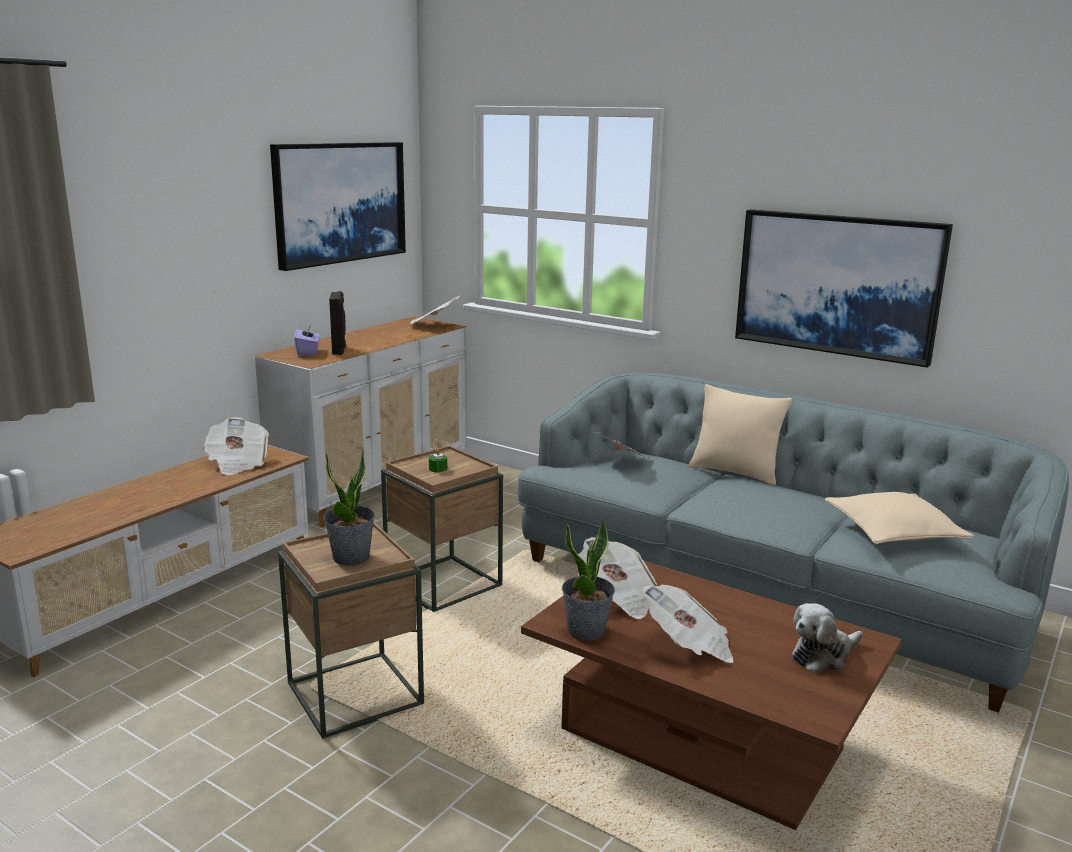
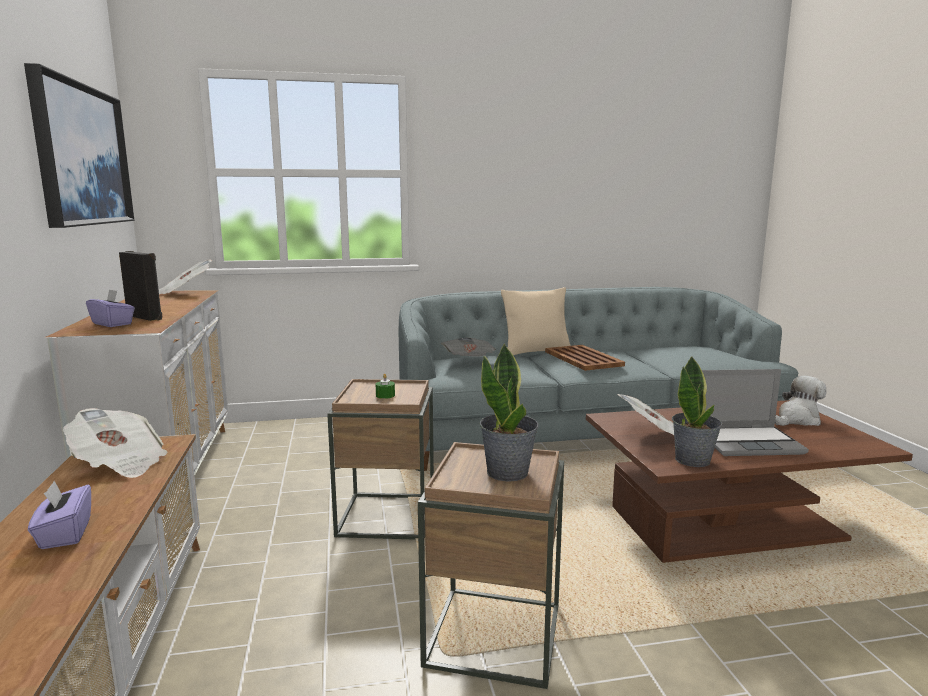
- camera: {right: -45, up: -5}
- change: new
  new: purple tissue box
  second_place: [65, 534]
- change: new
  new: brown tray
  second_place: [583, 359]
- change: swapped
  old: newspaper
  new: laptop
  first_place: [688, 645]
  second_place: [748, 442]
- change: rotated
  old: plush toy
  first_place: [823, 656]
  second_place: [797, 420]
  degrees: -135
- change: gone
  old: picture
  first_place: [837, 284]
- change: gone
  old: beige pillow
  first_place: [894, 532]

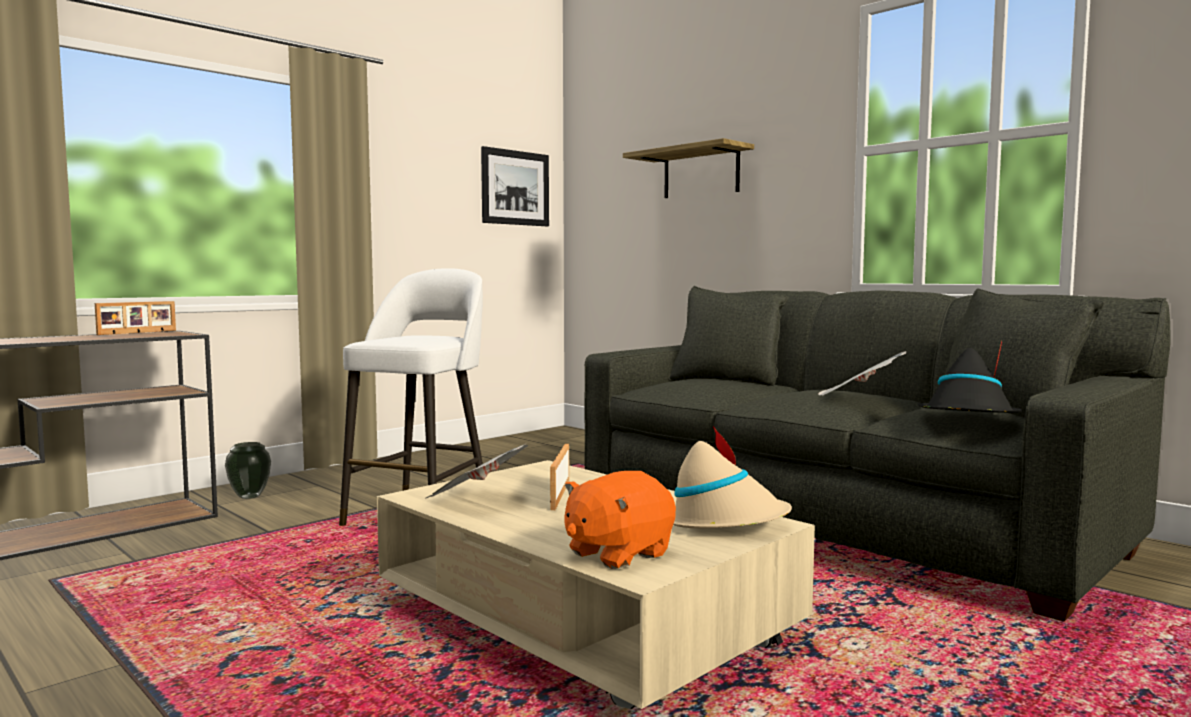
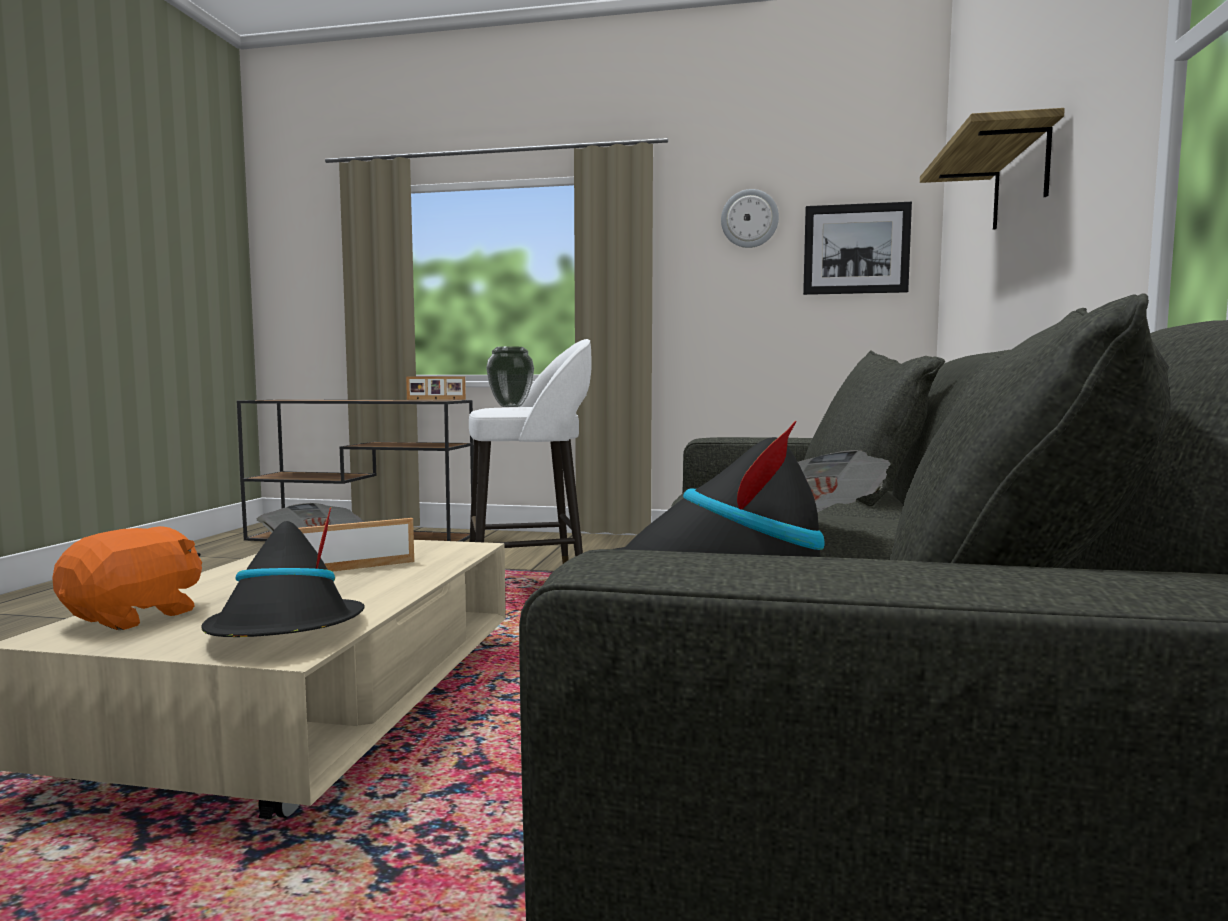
- camera: {right: 55, up: 0}
- change: rotated
  old: orange plush toy
  first_place: [617, 553]
  second_place: [135, 616]
  degrees: 105
- change: repainted
  old: beige hat
  new: black hat
  first_place: [724, 522]
  second_place: [286, 631]
- change: shifted
  old: vase
  first_place: [249, 496]
  second_place: [511, 406]
- change: new
  new: wall clock
  second_place: [749, 219]

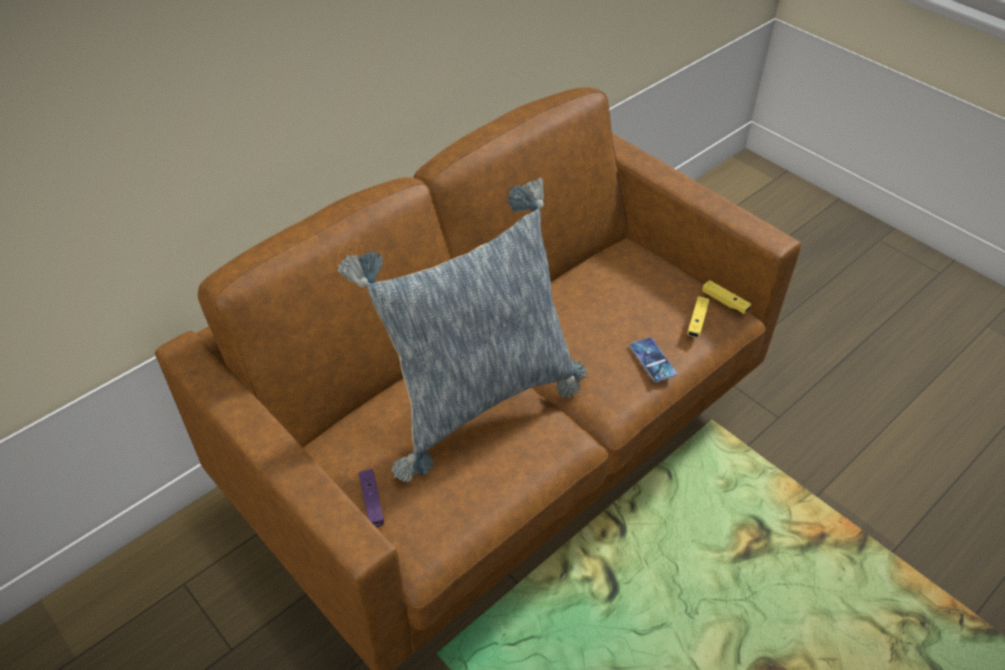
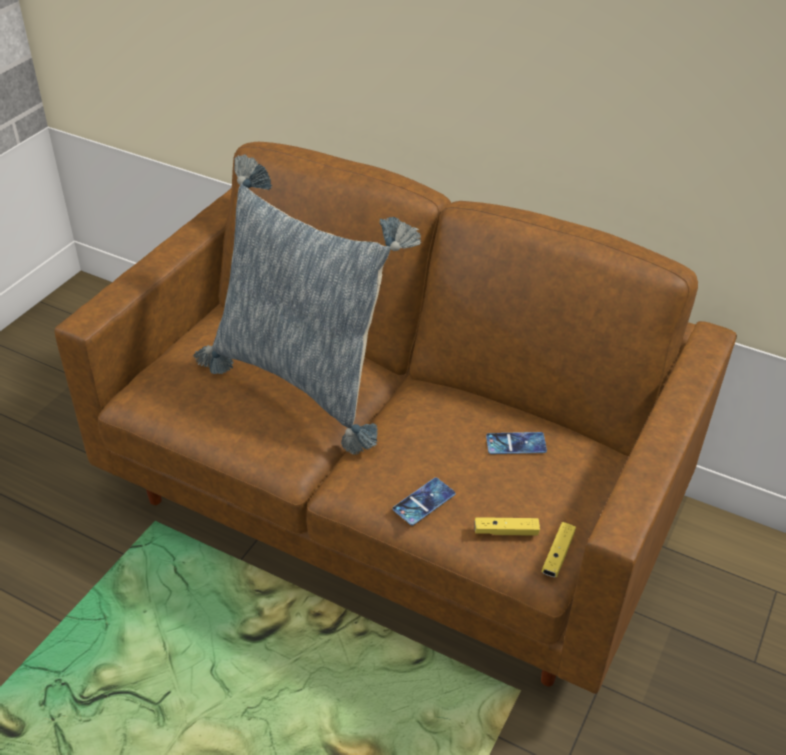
- camera: {right: 70, up: -5}
- change: new
  new: phone
  second_place: [516, 444]
- change: gone
  old: purple game controller
  first_place: [372, 502]

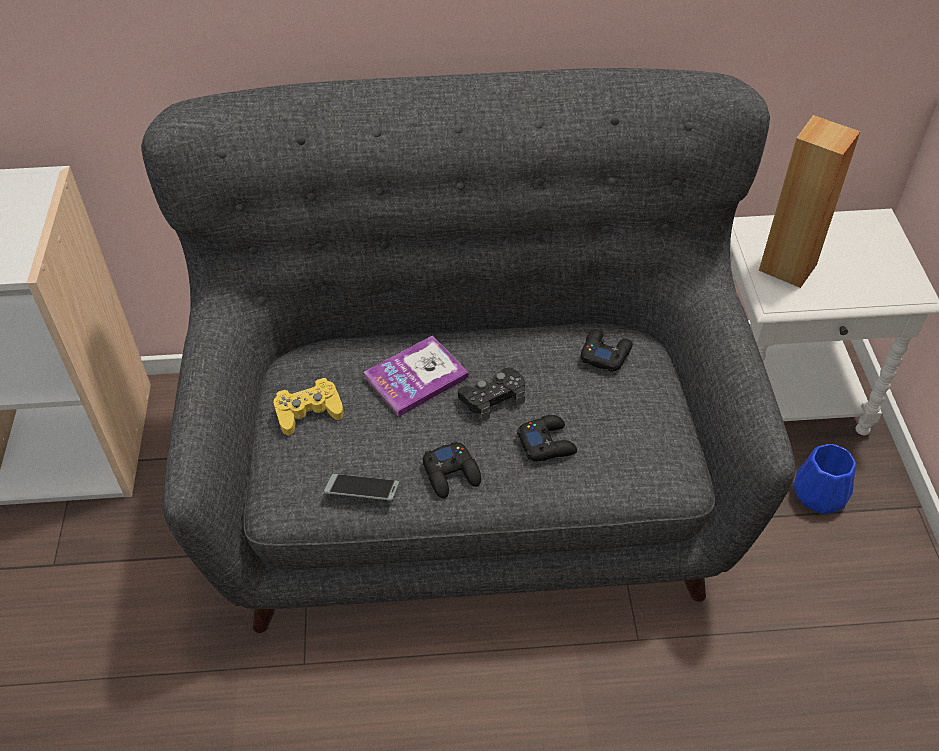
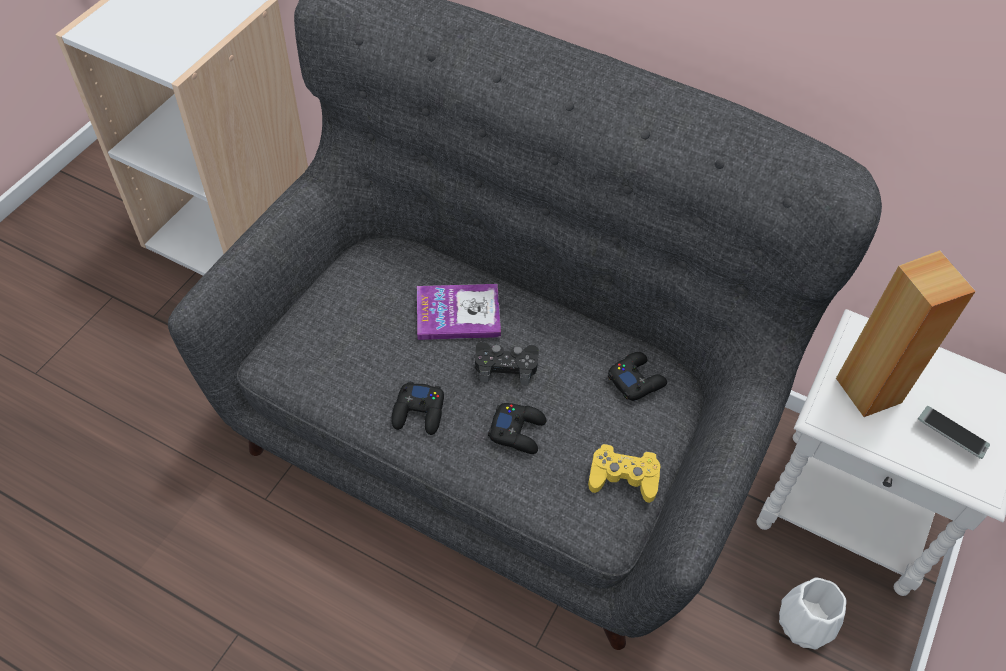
- camera: {right: 30, up: 5}
- change: shifted
  old: yellow game controller
  first_place: [308, 411]
  second_place: [623, 477]
- change: repainted
  old: blue vase
  new: white vase
  first_place: [820, 496]
  second_place: [805, 625]
- change: shifted
  old: phone
  first_place: [362, 491]
  second_place: [950, 436]

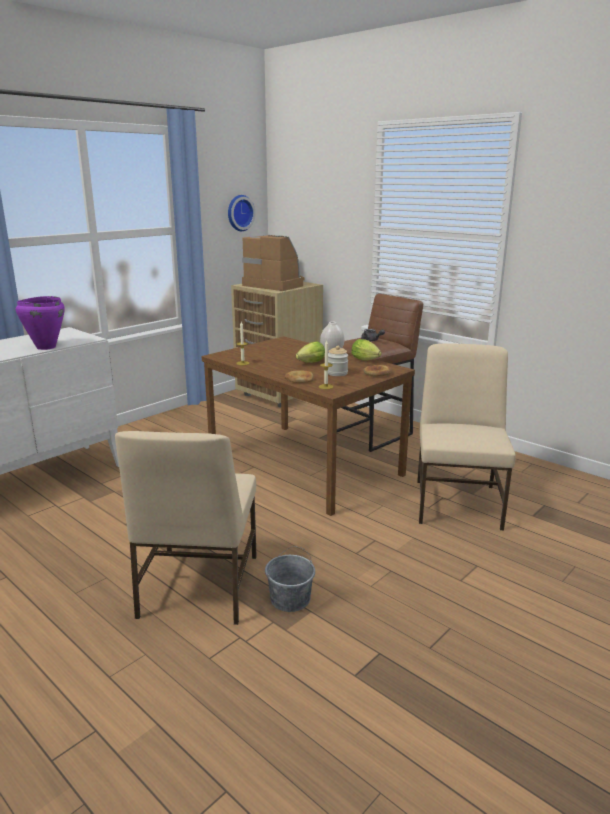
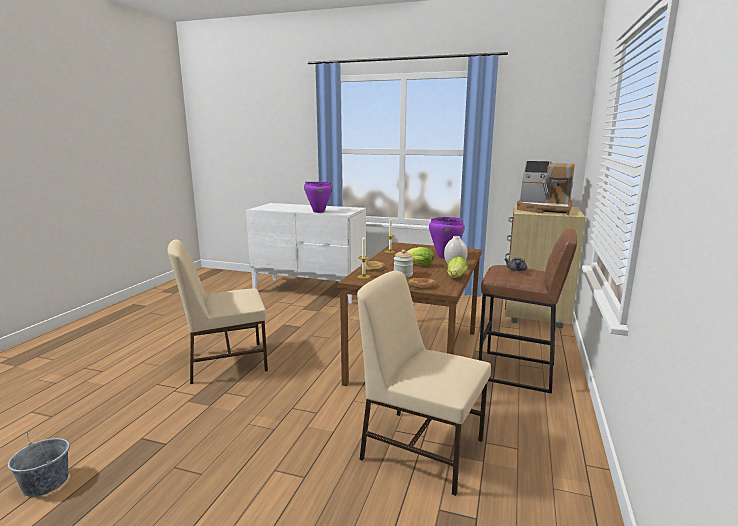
- camera: {right: 65, up: -5}
- change: shifted
  old: grey bucket
  first_place: [290, 599]
  second_place: [46, 483]
- change: rotated
  old: beige chair
  first_place: [458, 503]
  second_place: [421, 447]
  degrees: -135
- change: new
  new: purple cooking pot
  second_place: [444, 257]
- change: rotated
  old: coffee machine
  first_place: [275, 285]
  second_place: [544, 210]
  degrees: 105
- change: gone
  old: wall clock
  first_place: [239, 213]

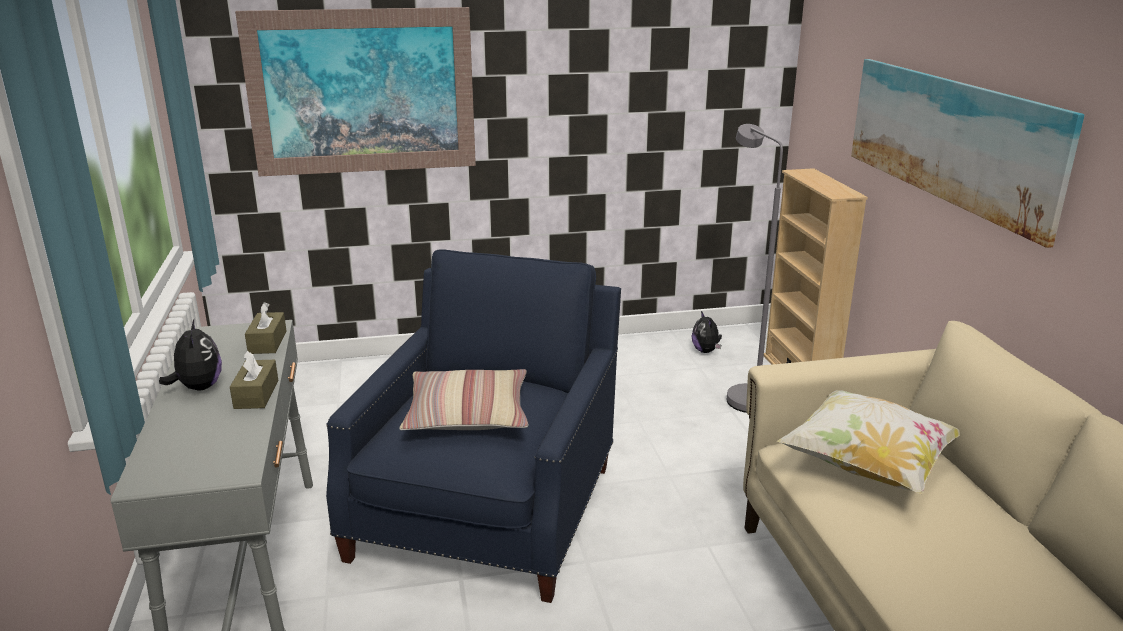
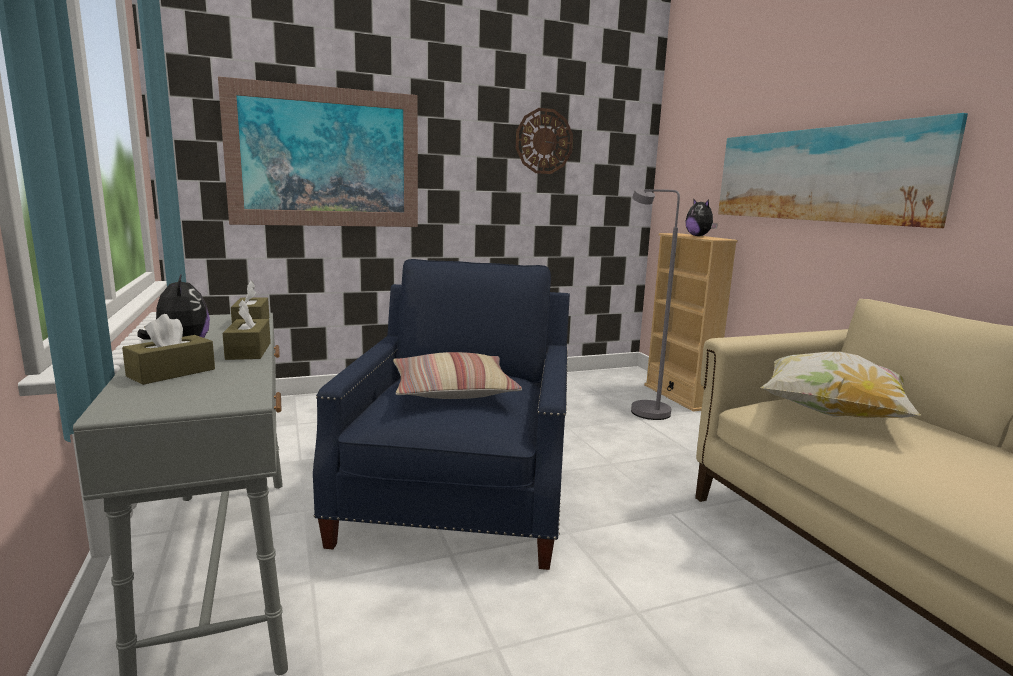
- camera: {right: -10, up: -10}
- change: new
  new: brown tissue box
  second_place: [171, 373]
- change: new
  new: wall clock
  second_place: [544, 141]
- change: shifted
  old: plush toy
  first_place: [706, 351]
  second_place: [699, 236]

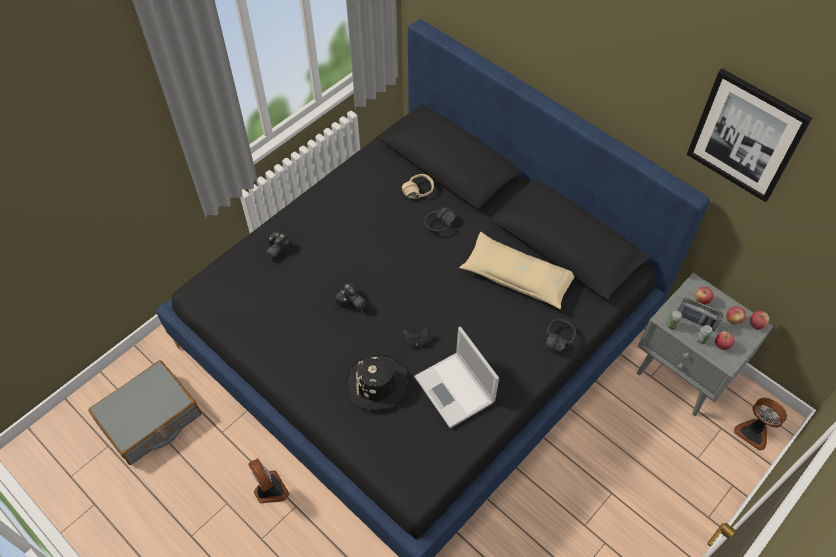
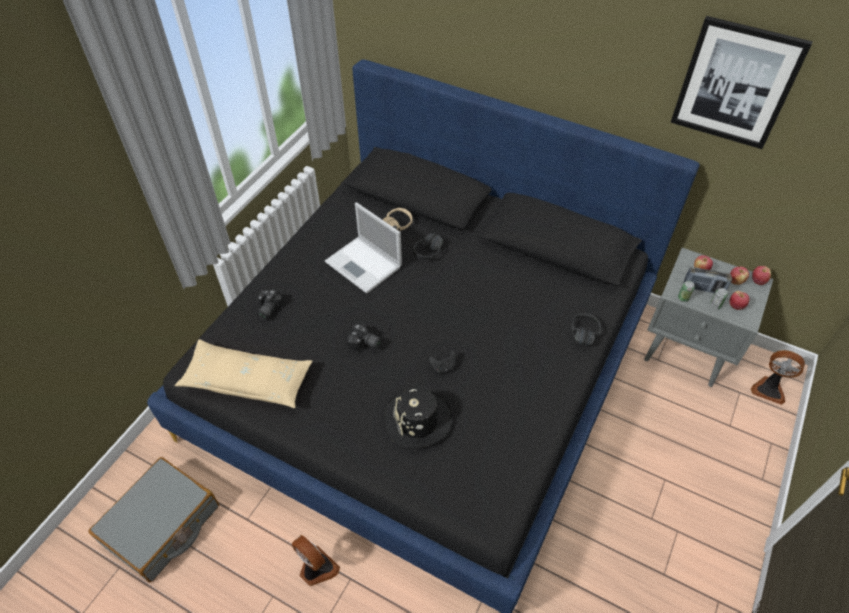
- camera: {right: -15, up: -5}
- change: shifted
  old: beige pillow
  first_place: [517, 277]
  second_place: [247, 381]
- change: shifted
  old: laptop
  first_place: [455, 390]
  second_place: [364, 265]

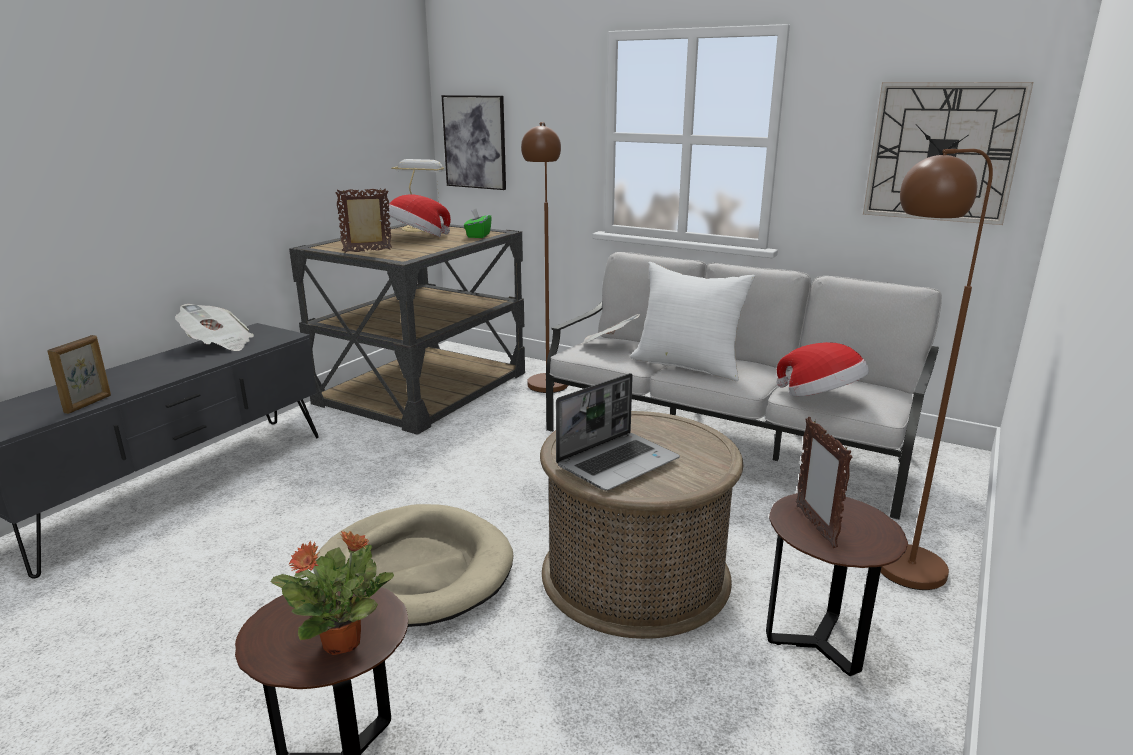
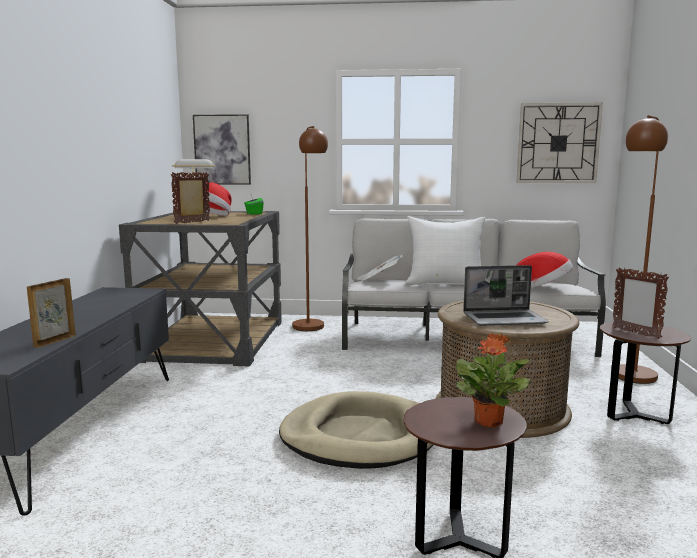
- camera: {right: -25, up: -10}
- change: rotated
  old: picture frame
  first_place: [89, 404]
  second_place: [54, 341]
  degrees: -150
- change: rotated
  old: laptop
  first_place: [618, 462]
  second_place: [505, 319]
  degrees: 60
- change: gone
  old: newspaper
  first_place: [219, 344]

